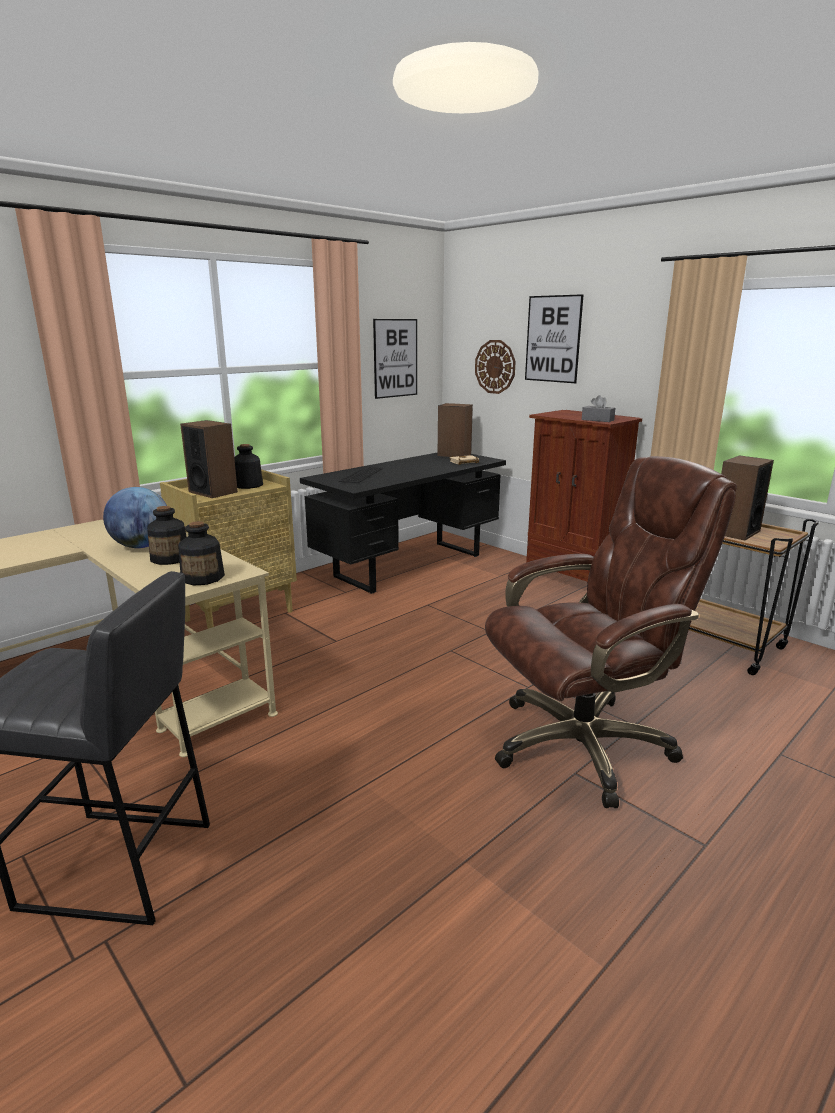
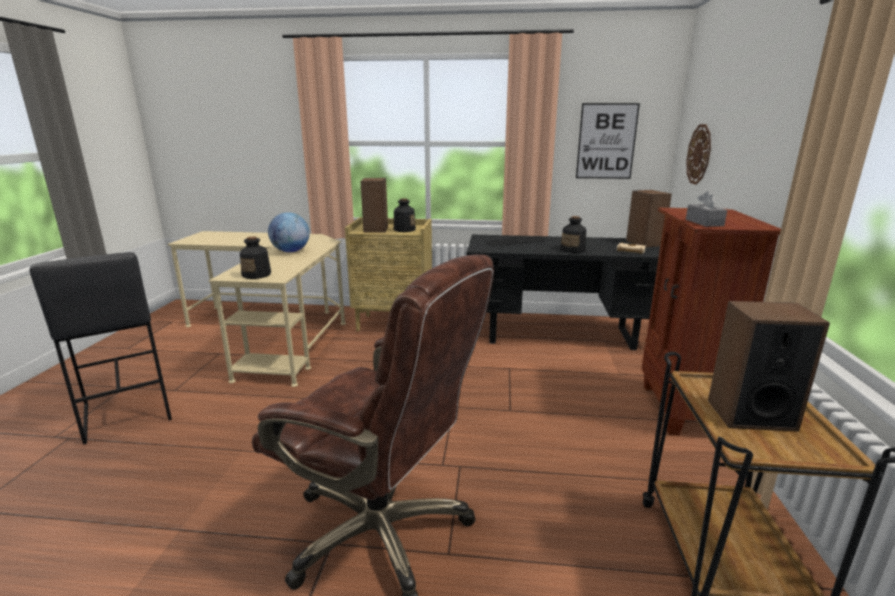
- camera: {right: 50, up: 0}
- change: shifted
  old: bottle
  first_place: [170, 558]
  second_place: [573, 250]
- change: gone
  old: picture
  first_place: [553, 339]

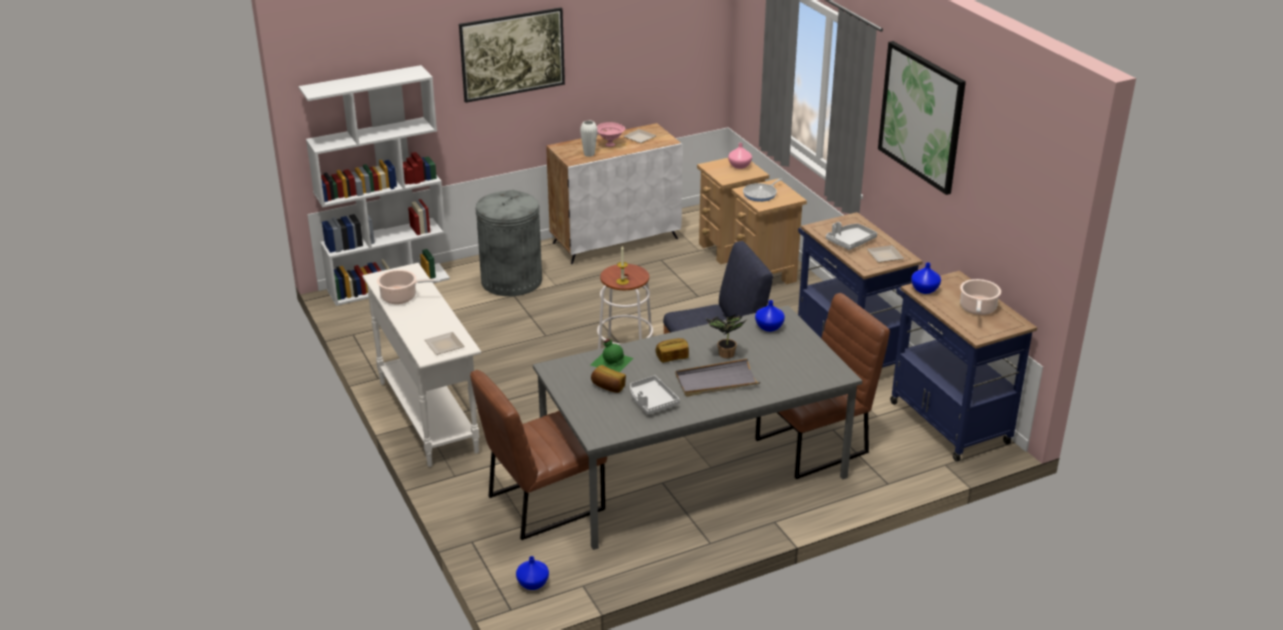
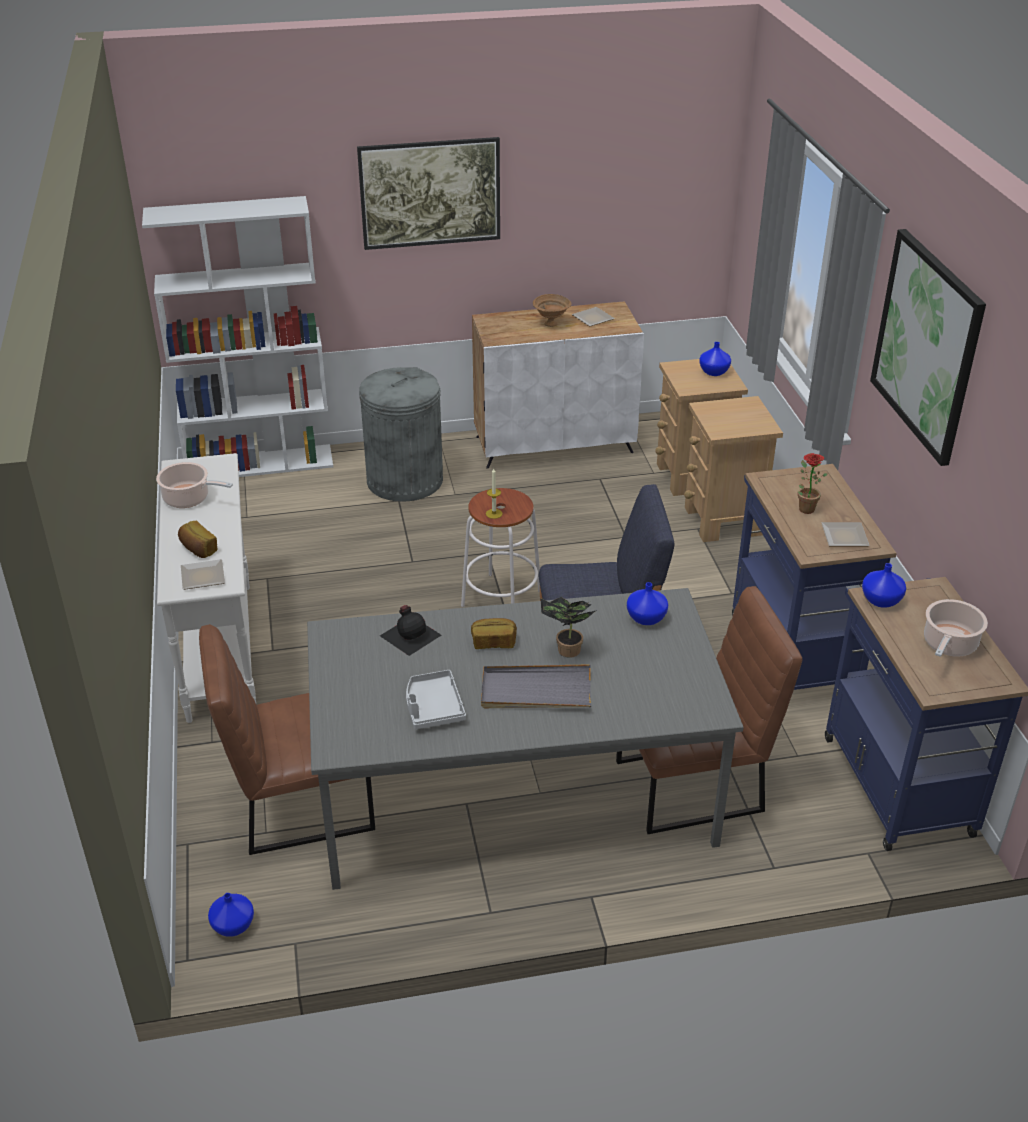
- camera: {right: 15, up: 5}
- change: shifted
  old: bread
  first_place: [608, 387]
  second_place: [198, 549]
- change: repainted
  old: green bottle
  new: black bottle
  first_place: [611, 361]
  second_place: [410, 634]
- change: repainted
  old: pink bowl
  new: brown bowl
  first_place: [610, 145]
  second_place: [551, 324]
- change: repainted
  old: pink vase
  new: blue vase
  first_place: [740, 166]
  second_place: [714, 372]
- change: swapped
  old: grey tray
  new: potted plant
  first_place: [850, 241]
  second_place: [804, 507]
- change: gone
  old: white vase
  first_place: [589, 154]
- change: gone
  old: frying pan
  first_place: [761, 194]

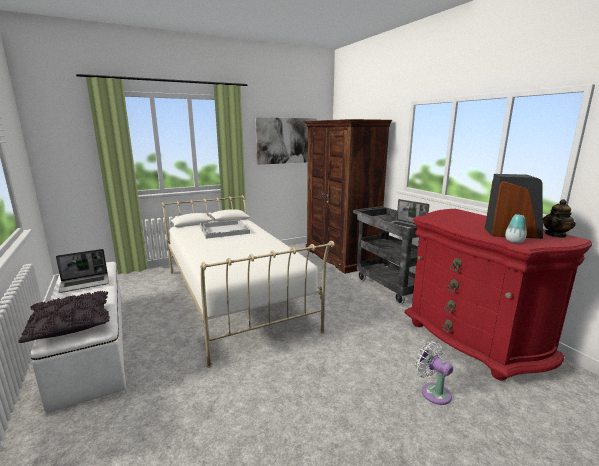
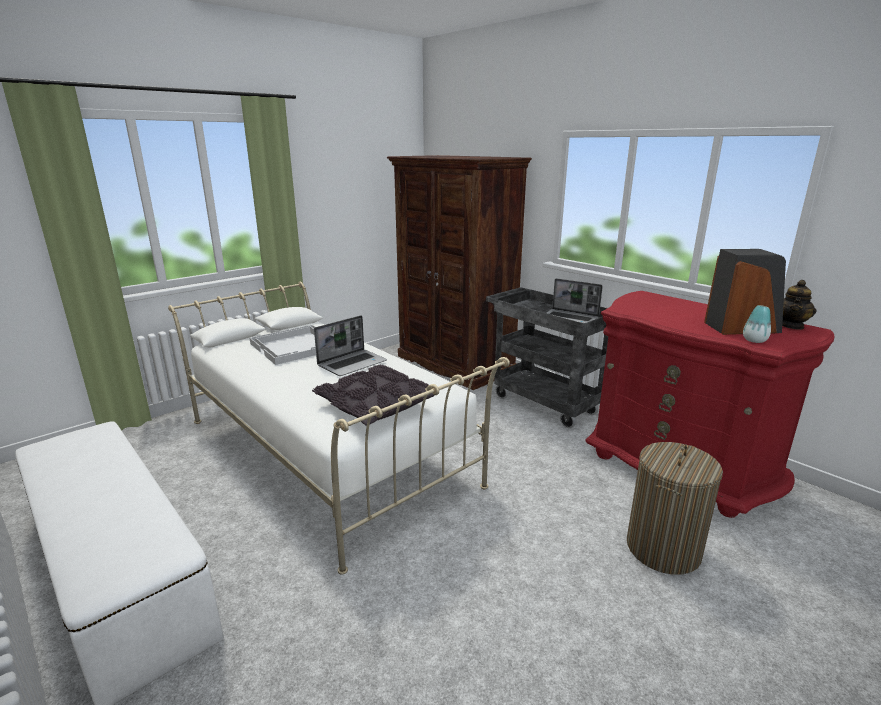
- camera: {right: -15, up: 5}
- change: shifted
  old: black pillow
  first_place: [71, 324]
  second_place: [375, 405]
- change: shifted
  old: laptop
  first_place: [85, 283]
  second_place: [352, 364]
- change: swapped
  old: white fan
  new: laundry basket
  first_place: [433, 392]
  second_place: [663, 549]
- change: gone
  old: picture
  first_place: [287, 140]

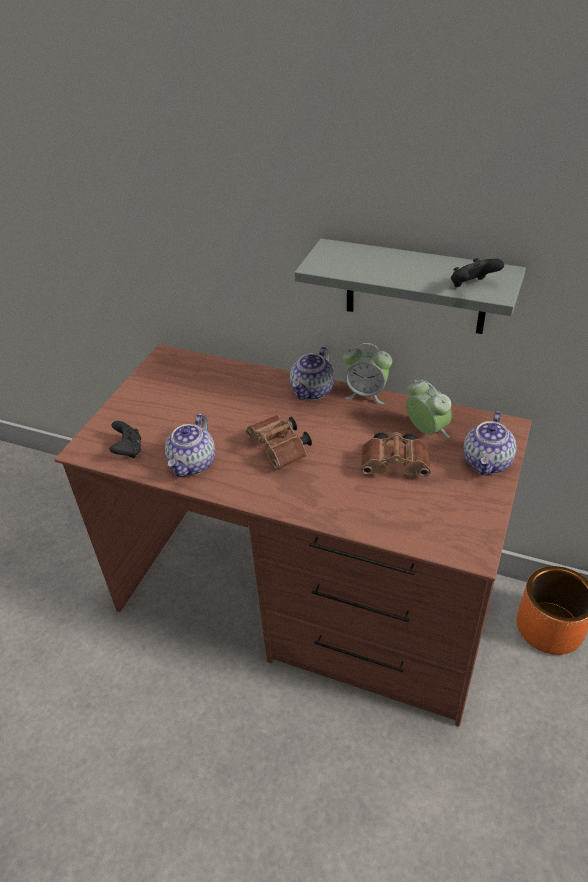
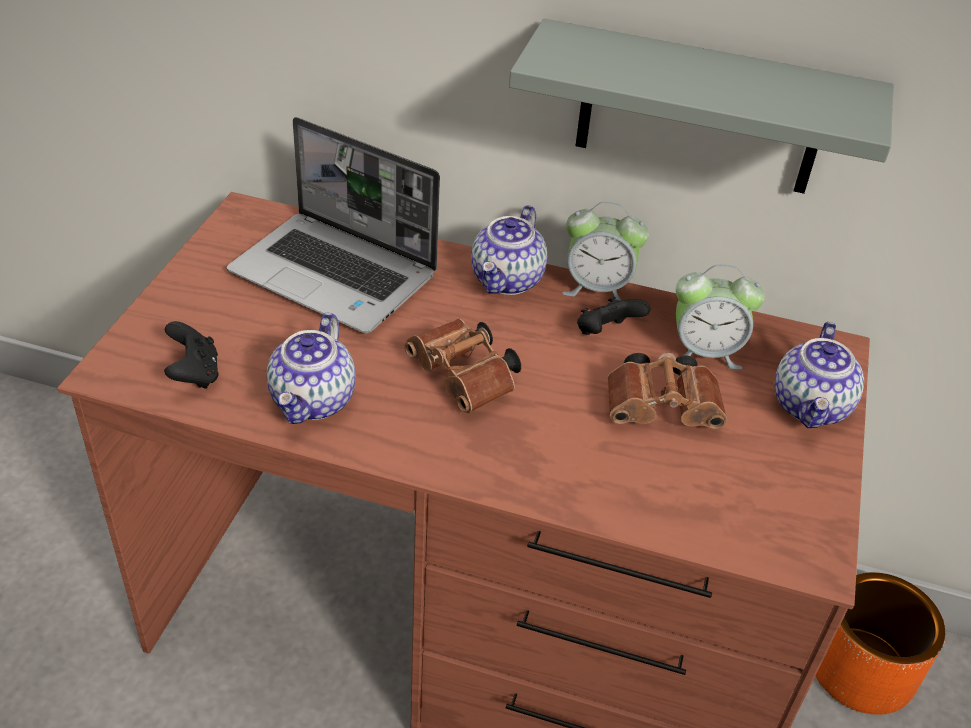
- camera: {right: -10, up: 0}
- change: new
  new: laptop
  second_place: [336, 274]
- change: shifted
  old: black game controller
  first_place: [472, 286]
  second_place: [606, 333]
- change: rotated
  old: alarm clock
  first_place: [426, 431]
  second_place: [705, 352]
  degrees: 135

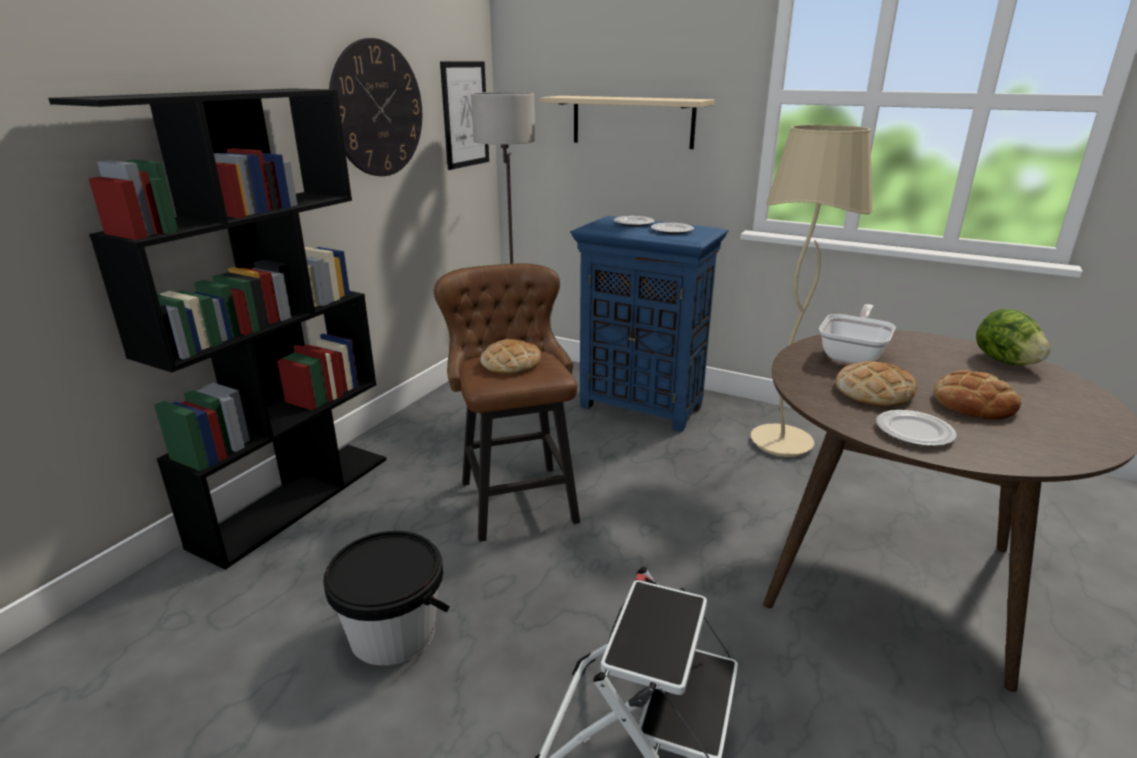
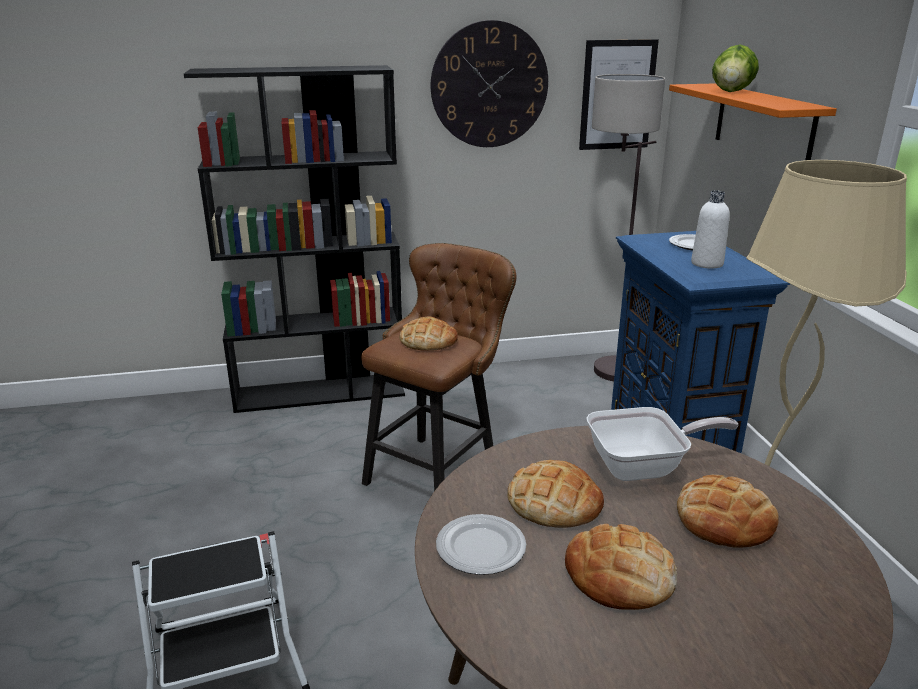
- camera: {right: 50, up: 0}
- change: repainted
  old: beige shelf
  new: orange shelf
  first_place: [632, 121]
  second_place: [763, 124]
- change: new
  new: bread
  second_place: [724, 519]
- change: swapped
  old: plate
  new: white bottle
  first_place: [672, 231]
  second_place: [707, 264]
- change: shifted
  old: lettuce
  first_place: [1005, 361]
  second_place: [731, 92]
- change: gone
  old: black bucket
  first_place: [393, 632]

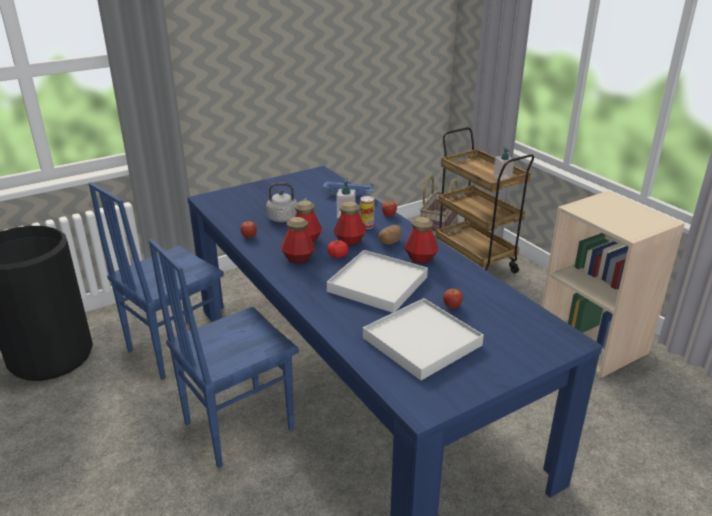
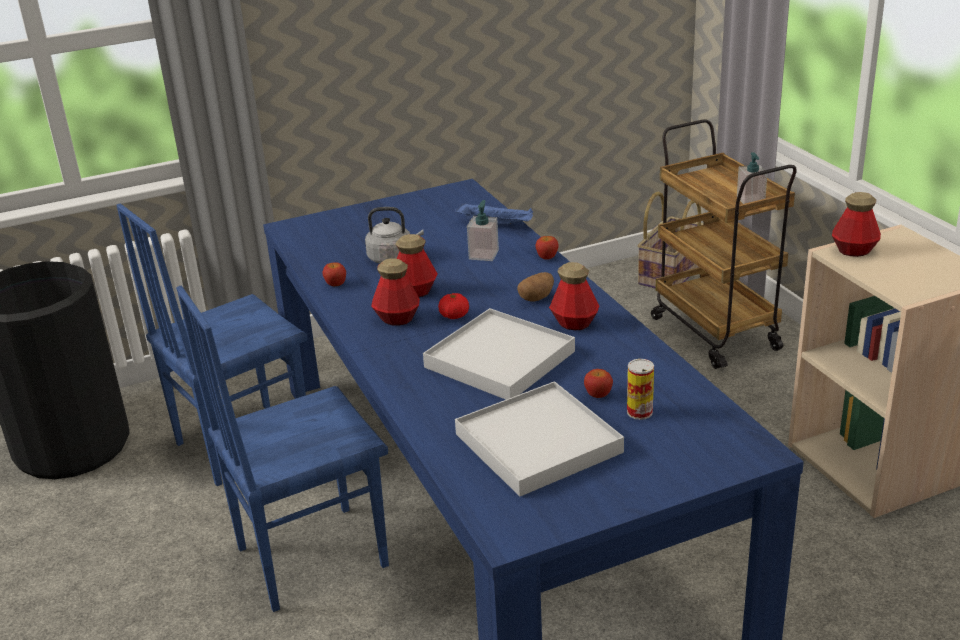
- camera: {right: 10, up: 0}
- change: shifted
  old: can
  first_place: [366, 225]
  second_place: [639, 412]
- change: shifted
  old: bottle
  first_place: [349, 241]
  second_place: [854, 251]

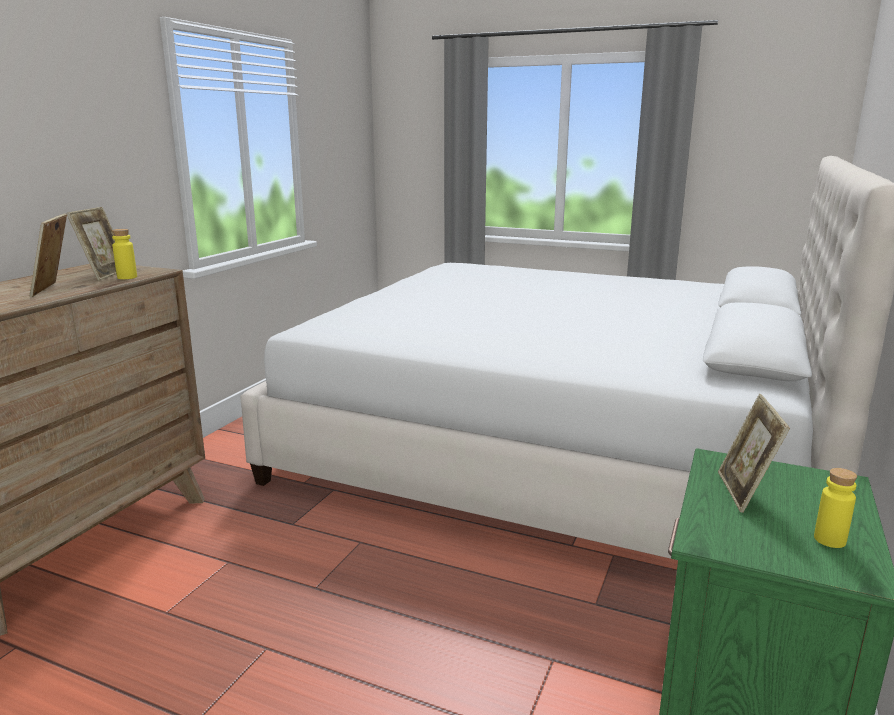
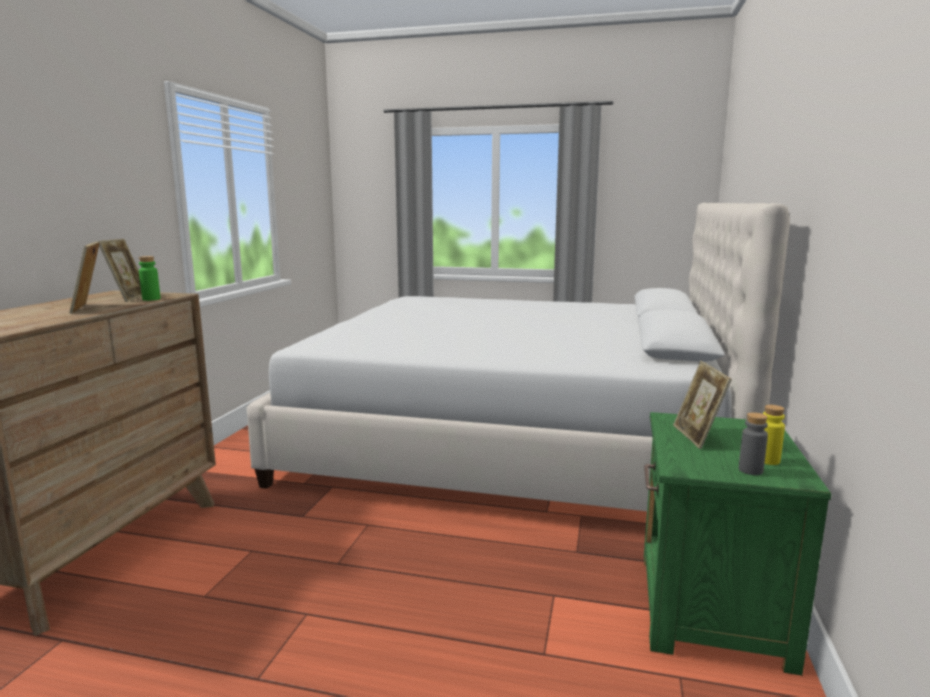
- camera: {right: -10, up: -5}
- change: repainted
  old: yellow bottle
  new: green bottle
  first_place: [127, 277]
  second_place: [151, 299]
- change: new
  new: grey bottle
  second_place: [750, 470]

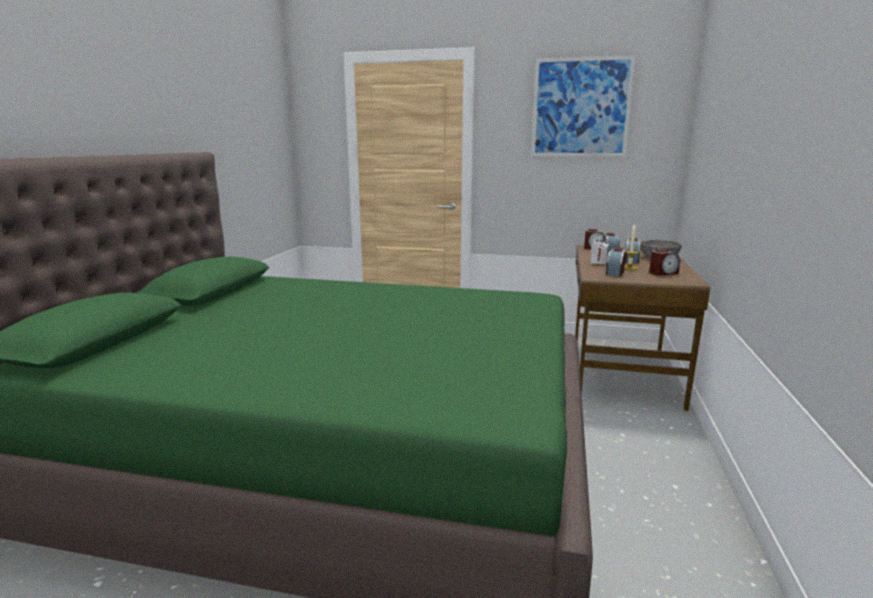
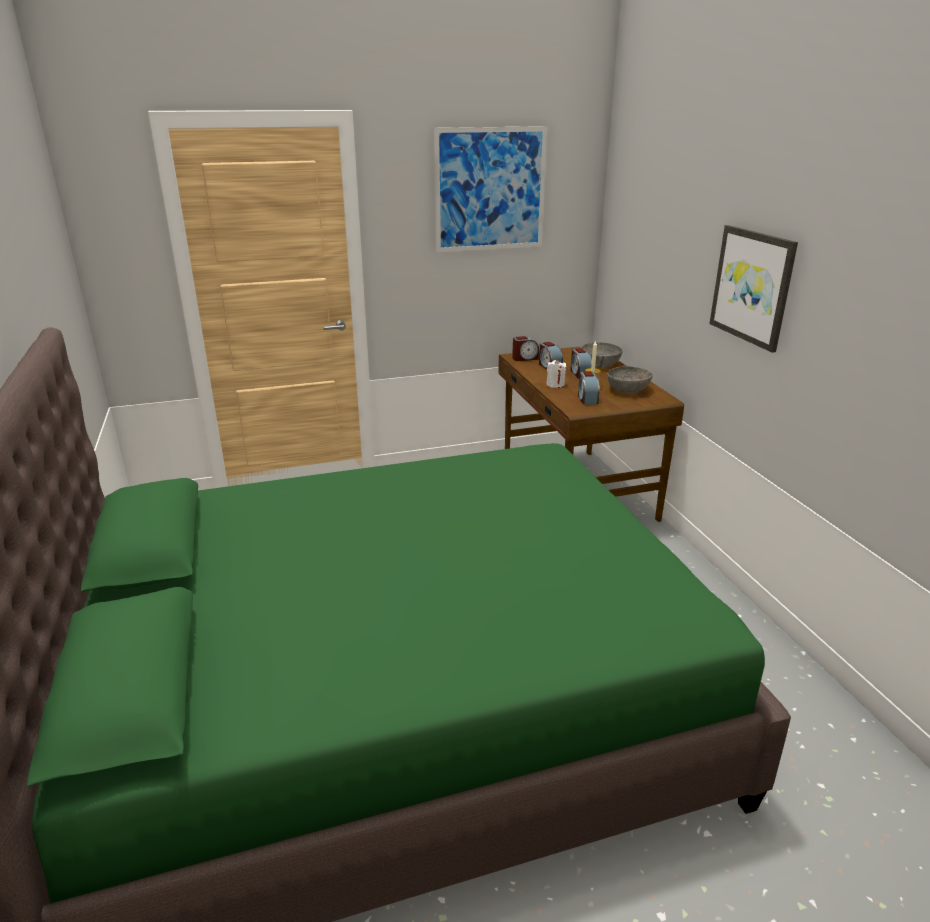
- camera: {right: -30, up: 10}
- change: swapped
  old: alarm clock
  new: grey bowl
  first_place: [663, 273]
  second_place: [628, 390]
- change: new
  new: picture
  second_place: [752, 286]

